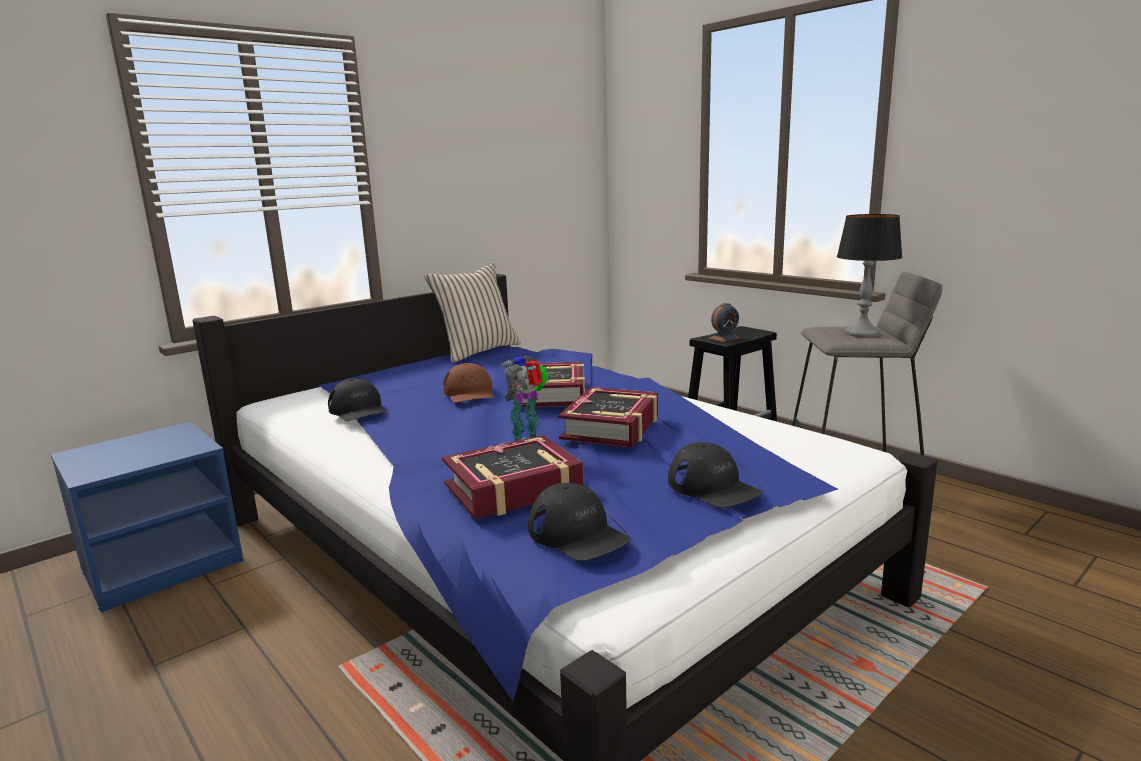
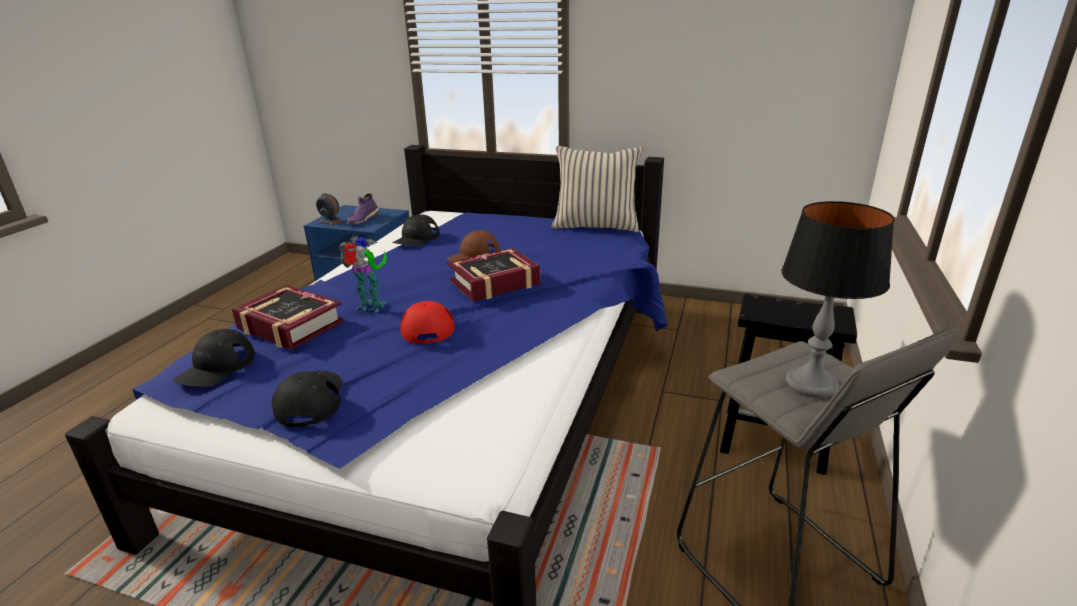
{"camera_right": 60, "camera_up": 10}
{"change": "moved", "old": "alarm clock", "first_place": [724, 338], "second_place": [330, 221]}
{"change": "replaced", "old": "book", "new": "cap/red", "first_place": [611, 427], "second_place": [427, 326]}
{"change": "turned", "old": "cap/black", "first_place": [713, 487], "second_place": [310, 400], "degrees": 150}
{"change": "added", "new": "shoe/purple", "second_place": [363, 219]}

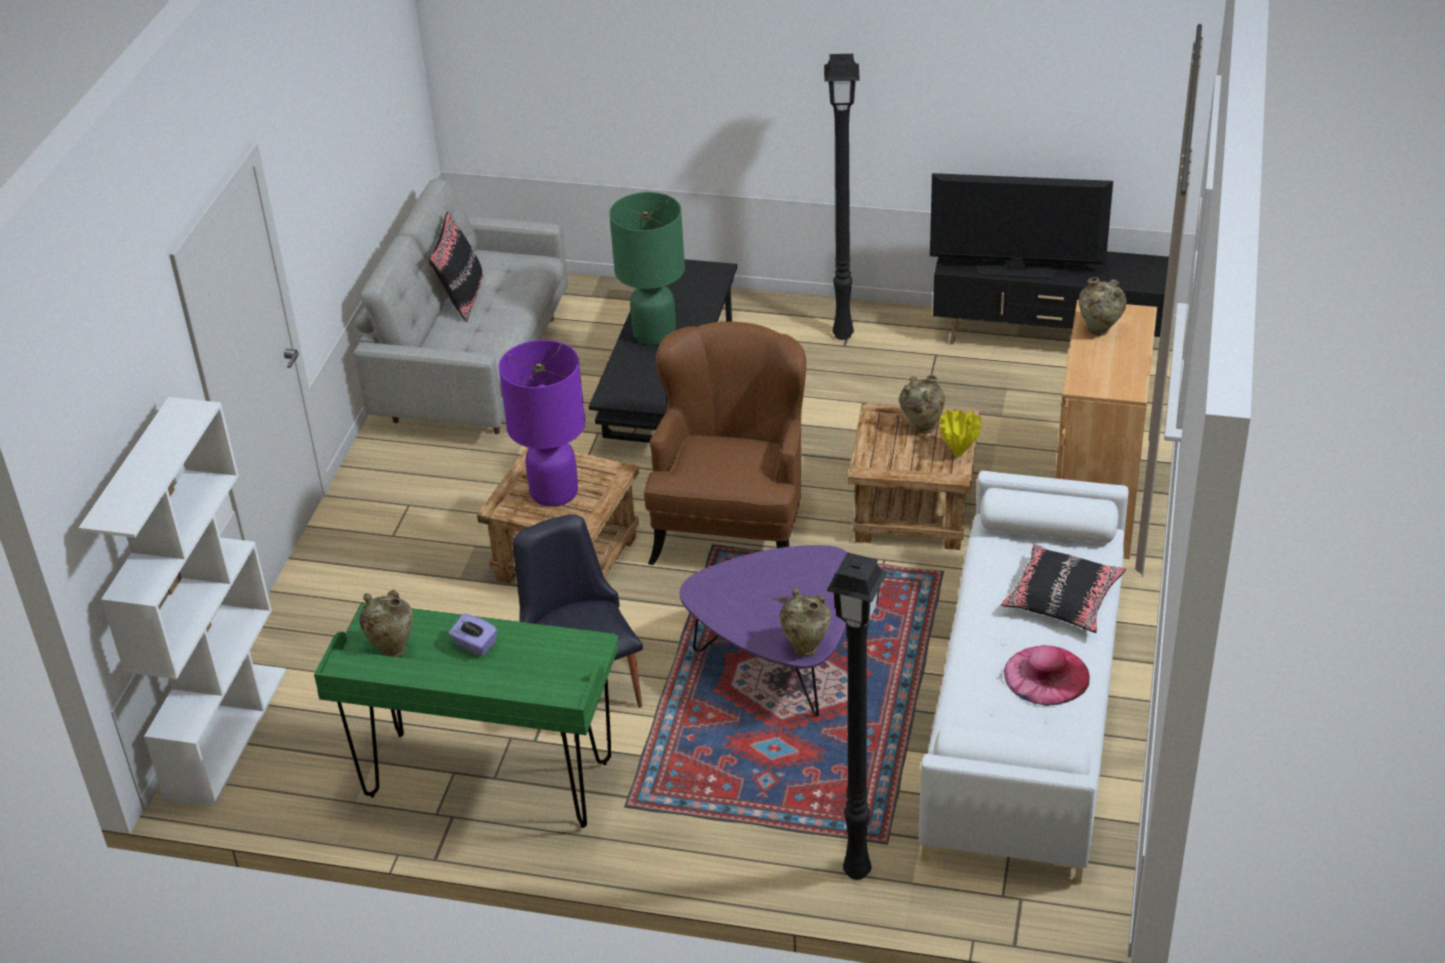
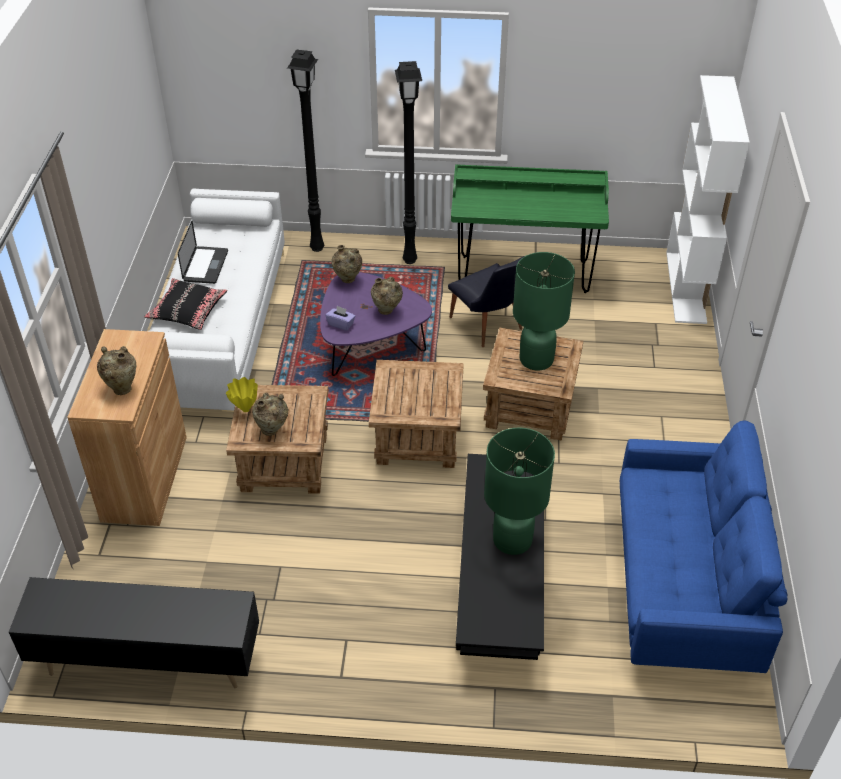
{"camera_right": 170, "camera_up": 5}
{"change": "moved", "old": "floor lamp/black", "first_place": [844, 334], "second_place": [409, 261]}
{"change": "removed", "old": "television", "first_place": [1016, 268]}
{"change": "recoloured", "old": "sofa/grey", "new": "sofa/blue", "first_place": [474, 368], "second_place": [683, 585]}
{"change": "removed", "old": "pillow/black", "first_place": [461, 298]}
{"change": "replaced", "old": "armchair/brown", "new": "side table/brown", "first_place": [733, 529], "second_place": [416, 438]}
{"change": "recoloured", "old": "table lamp/purple", "new": "table lamp/green", "first_place": [553, 492], "second_place": [536, 359]}
{"change": "moved", "old": "vase/beige", "first_place": [392, 649], "second_place": [387, 311]}
{"change": "moved", "old": "tissue box/purple", "first_place": [474, 645], "second_place": [341, 324]}
{"change": "replaced", "old": "hat/pink", "new": "laptop", "first_place": [1046, 675], "second_place": [205, 266]}

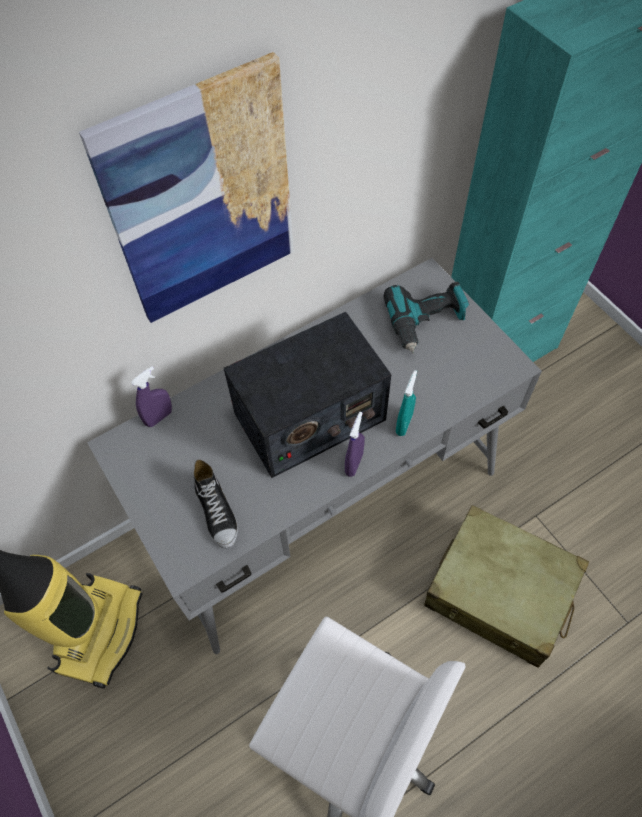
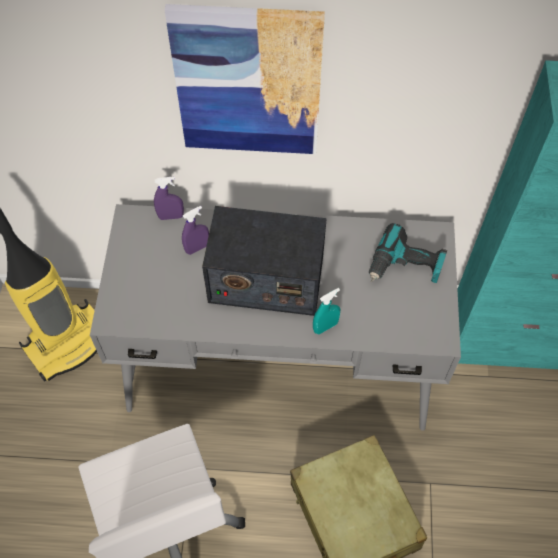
{"camera_right": 35, "camera_up": 0}
{"change": "moved", "old": "spray bottle/purple", "first_place": [354, 463], "second_place": [197, 248]}
{"change": "removed", "old": "shoe", "first_place": [217, 511]}

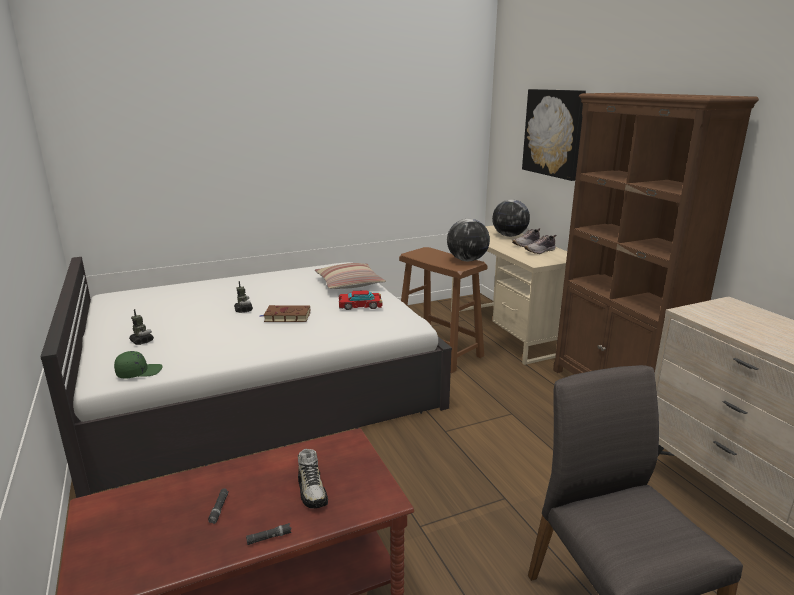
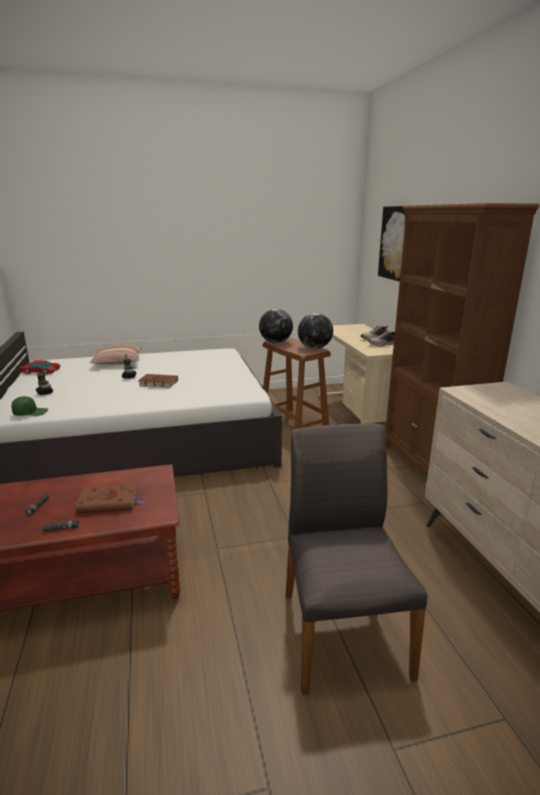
{"camera_right": 10, "camera_up": 0}
{"change": "moved", "old": "globe", "first_place": [509, 236], "second_place": [275, 342]}
{"change": "moved", "old": "pillow", "first_place": [349, 284], "second_place": [117, 361]}
{"change": "moved", "old": "toy car", "first_place": [360, 305], "second_place": [41, 371]}
{"change": "replaced", "old": "shoe", "new": "book/brown", "first_place": [312, 491], "second_place": [110, 502]}

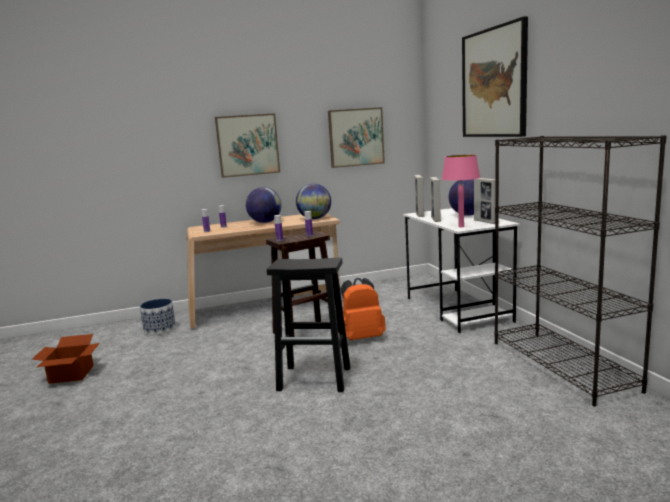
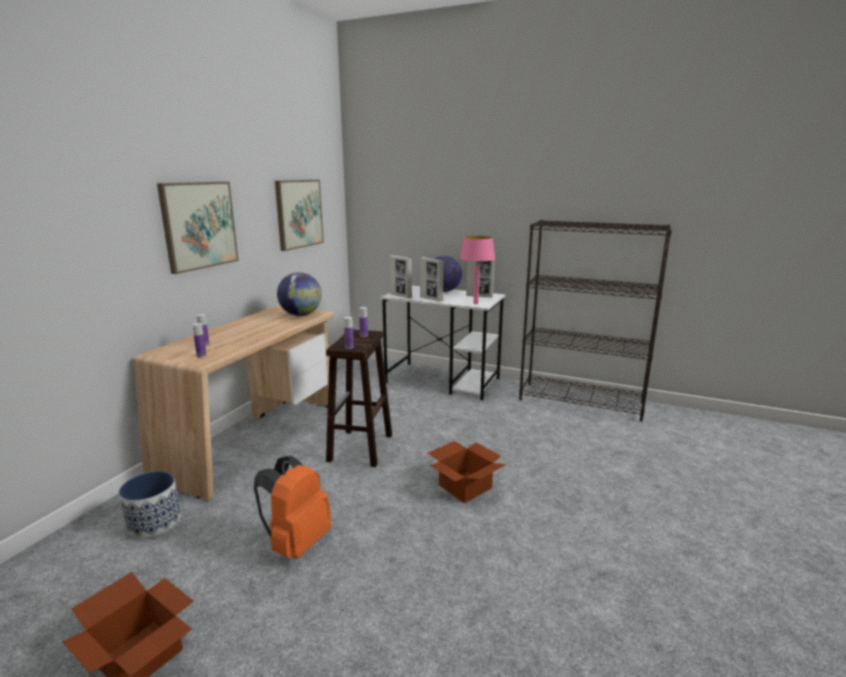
{"camera_right": -50, "camera_up": 5}
{"change": "removed", "old": "picture", "first_place": [494, 83]}
{"change": "removed", "old": "globe", "first_place": [265, 222]}
{"change": "replaced", "old": "stool/black", "new": "cardboard box", "first_place": [316, 378], "second_place": [464, 486]}
{"change": "moved", "old": "backpack/orange", "first_place": [362, 337], "second_place": [296, 543]}

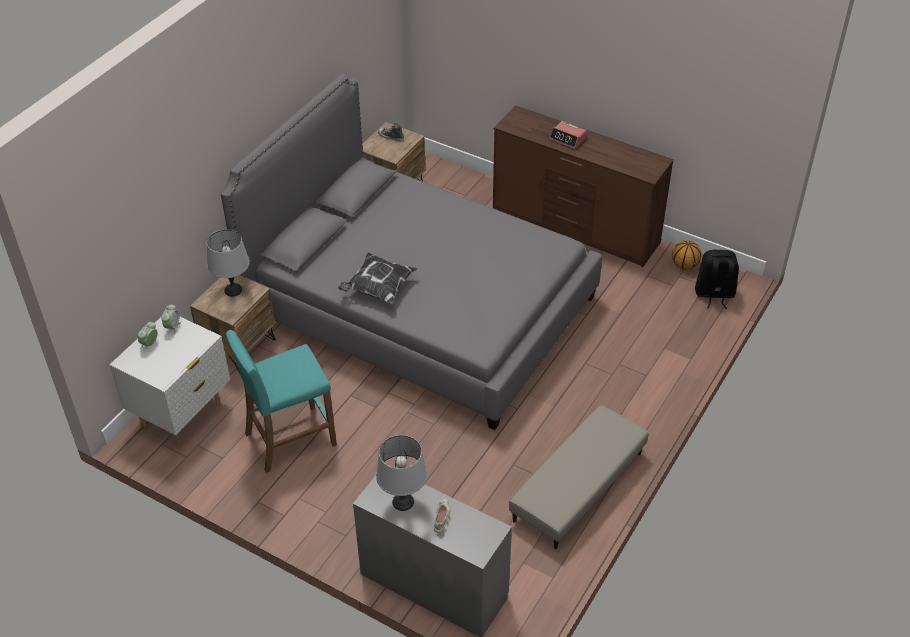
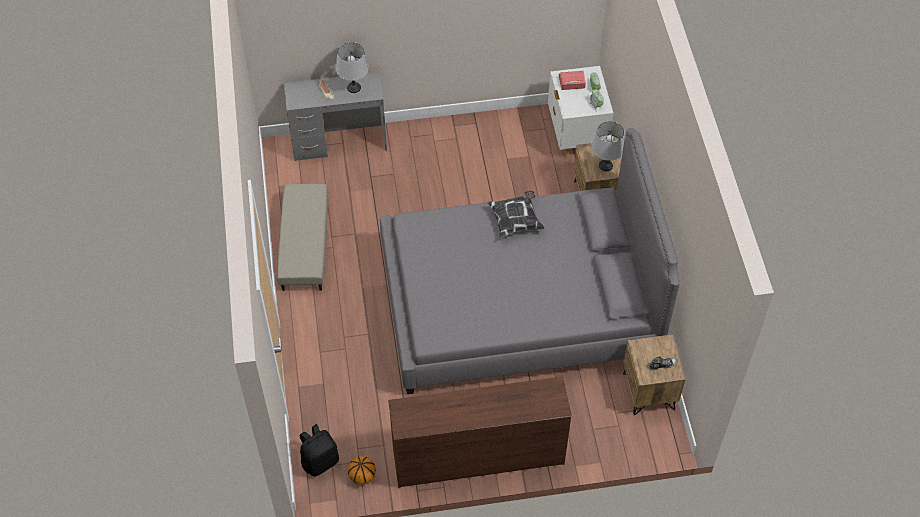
{"camera_right": 140, "camera_up": 10}
{"change": "moved", "old": "alarm clock", "first_place": [567, 139], "second_place": [571, 82]}
{"change": "removed", "old": "stool/turquoise", "first_place": [290, 439]}

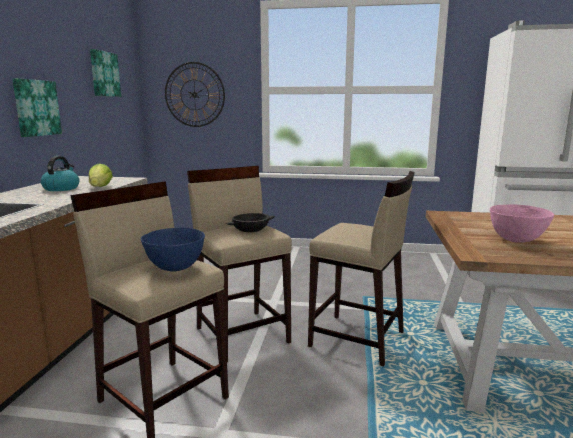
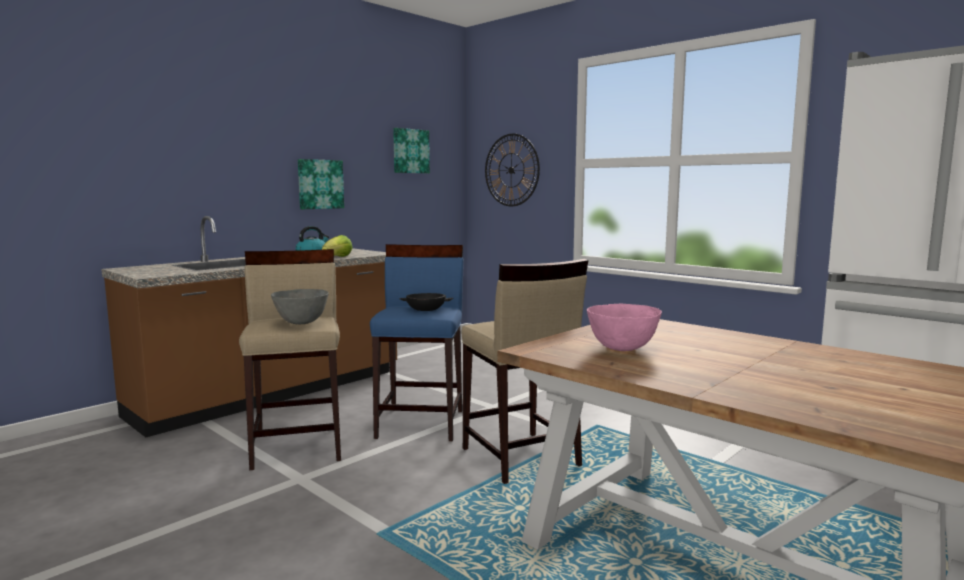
{"camera_right": 35, "camera_up": -5}
{"change": "recoloured", "old": "stool/beige", "new": "stool/blue", "first_place": [243, 334], "second_place": [421, 423]}
{"change": "recoloured", "old": "bowl/blue", "new": "bowl/grey", "first_place": [176, 268], "second_place": [301, 323]}

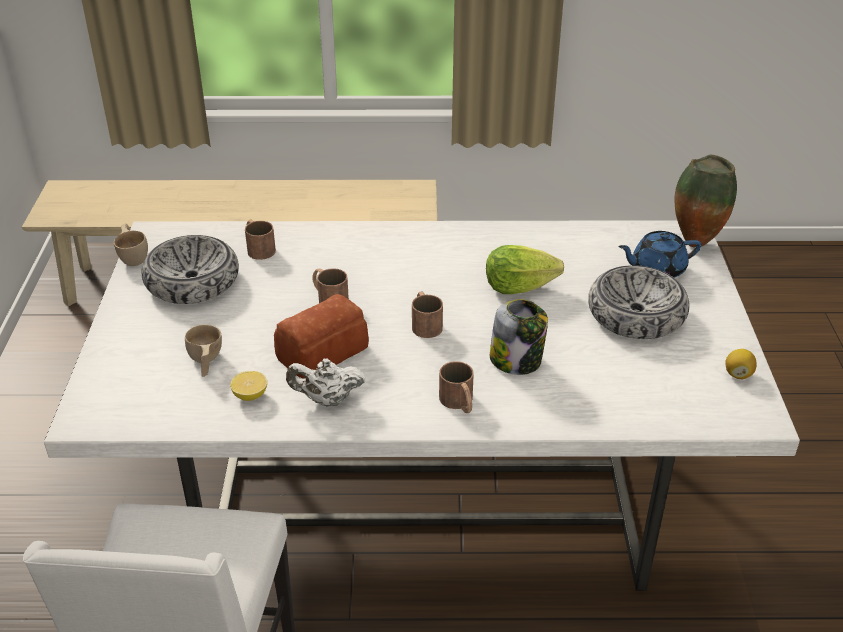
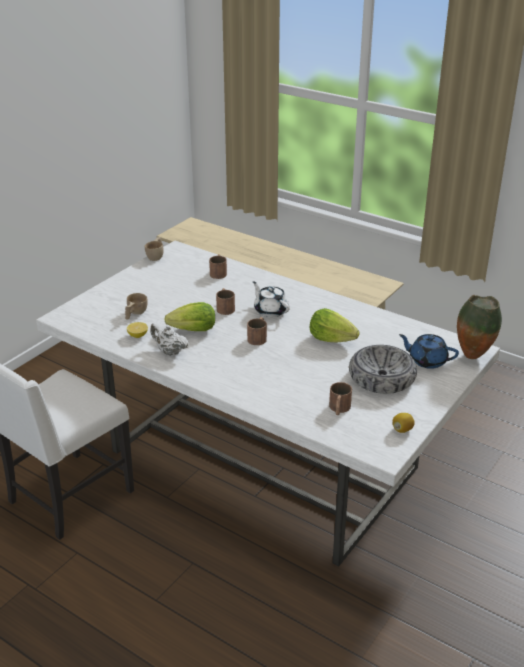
{"camera_right": 35, "camera_up": -5}
{"change": "removed", "old": "bowl", "first_place": [192, 282]}
{"change": "replaced", "old": "bread", "new": "lettuce", "first_place": [324, 351], "second_place": [194, 330]}
{"change": "removed", "old": "jar", "first_place": [516, 360]}
{"change": "moved", "old": "mug/brown", "first_place": [459, 403], "second_place": [339, 409]}
{"change": "added", "new": "teapot/white", "second_place": [270, 310]}

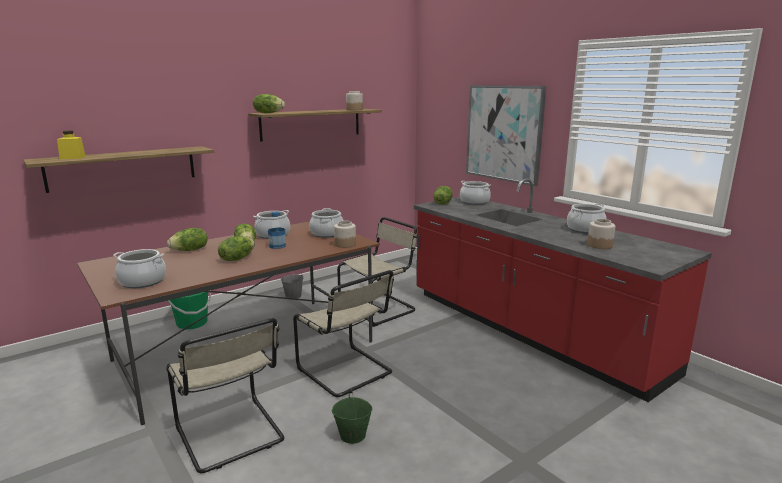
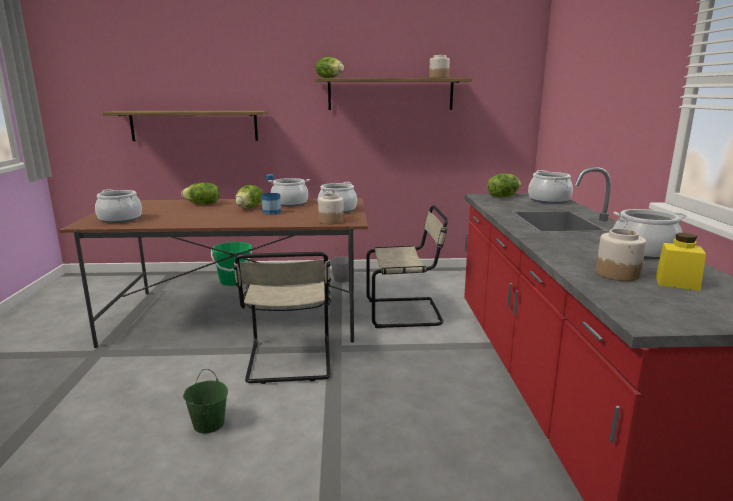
{"camera_right": 35, "camera_up": 0}
{"change": "removed", "old": "picture", "first_place": [503, 133]}
{"change": "moved", "old": "jar/yellow", "first_place": [72, 157], "second_place": [677, 283]}
{"change": "removed", "old": "lettuce", "first_place": [237, 259]}
{"change": "removed", "old": "chair/beige", "first_place": [231, 435]}

